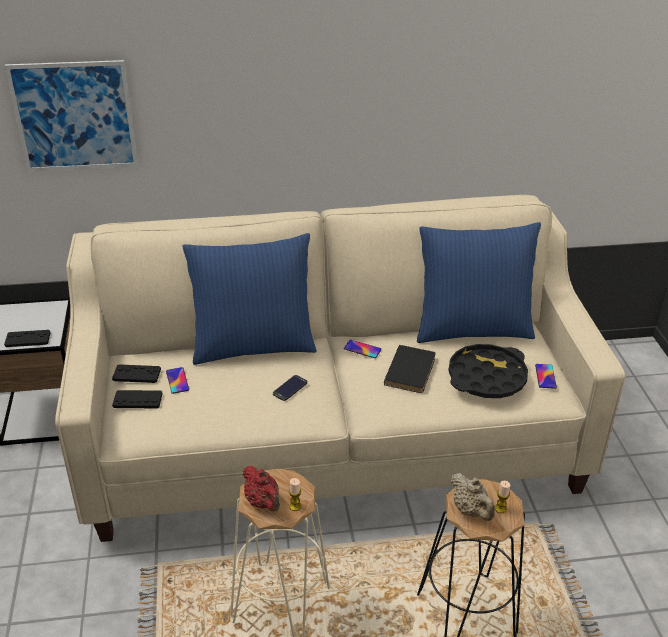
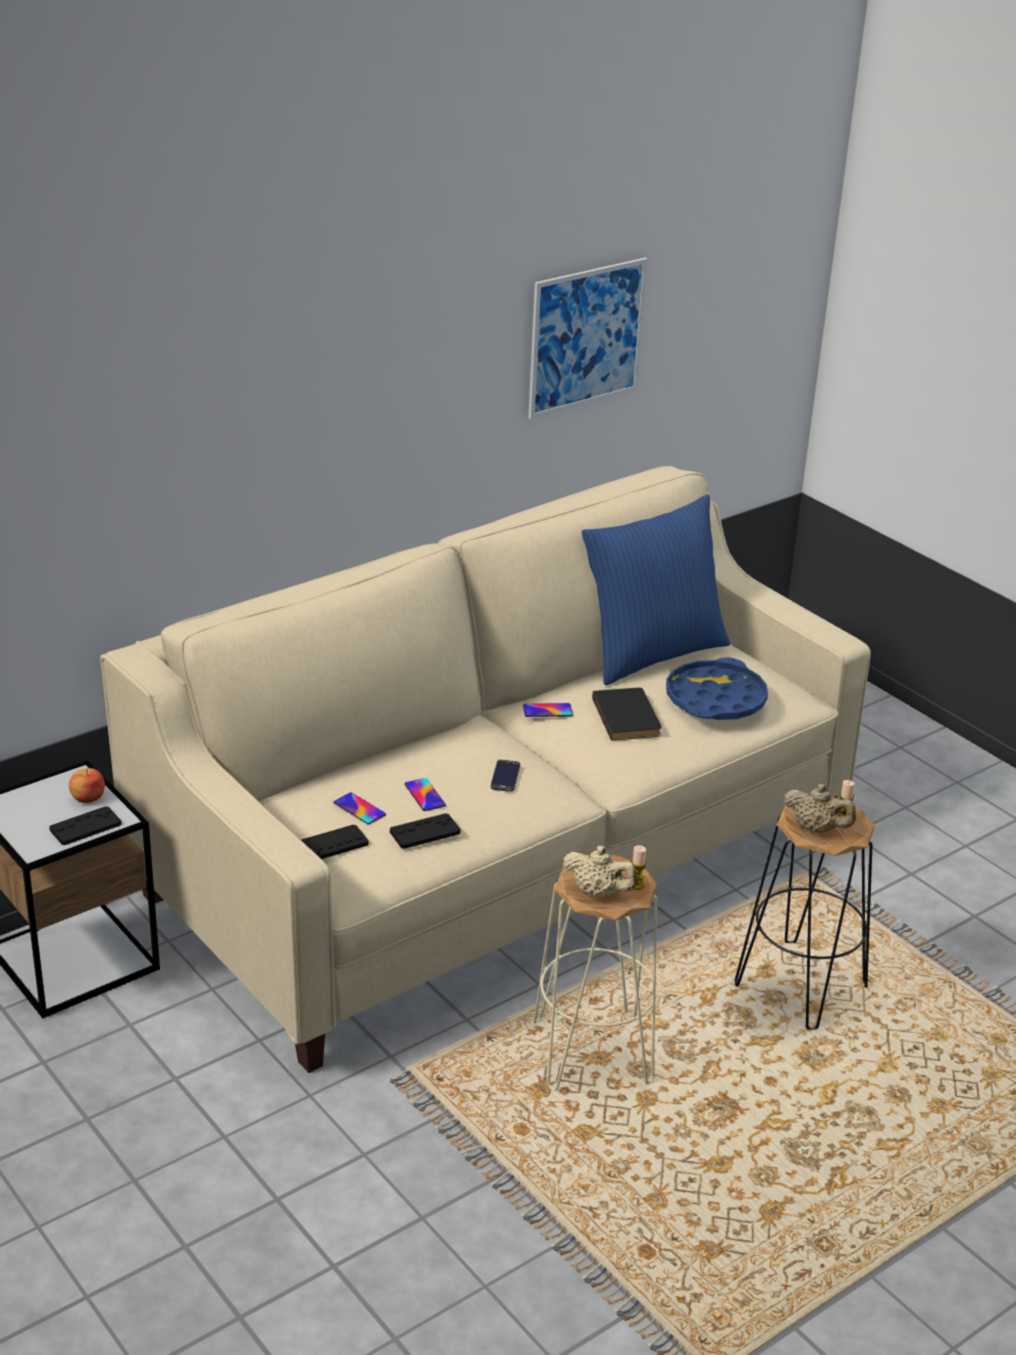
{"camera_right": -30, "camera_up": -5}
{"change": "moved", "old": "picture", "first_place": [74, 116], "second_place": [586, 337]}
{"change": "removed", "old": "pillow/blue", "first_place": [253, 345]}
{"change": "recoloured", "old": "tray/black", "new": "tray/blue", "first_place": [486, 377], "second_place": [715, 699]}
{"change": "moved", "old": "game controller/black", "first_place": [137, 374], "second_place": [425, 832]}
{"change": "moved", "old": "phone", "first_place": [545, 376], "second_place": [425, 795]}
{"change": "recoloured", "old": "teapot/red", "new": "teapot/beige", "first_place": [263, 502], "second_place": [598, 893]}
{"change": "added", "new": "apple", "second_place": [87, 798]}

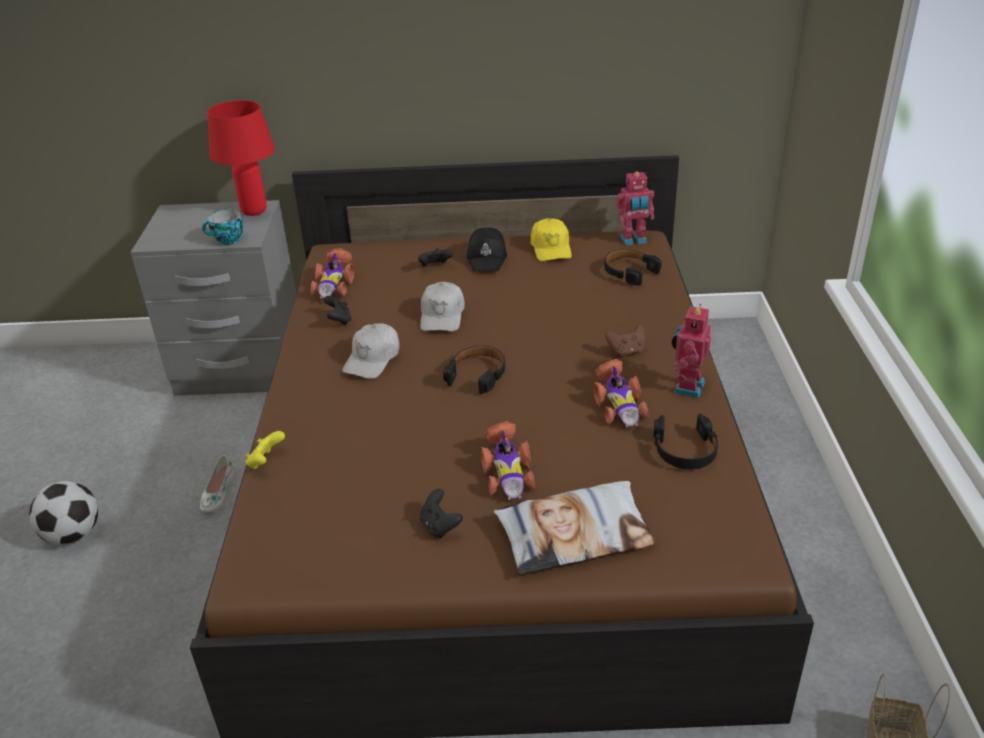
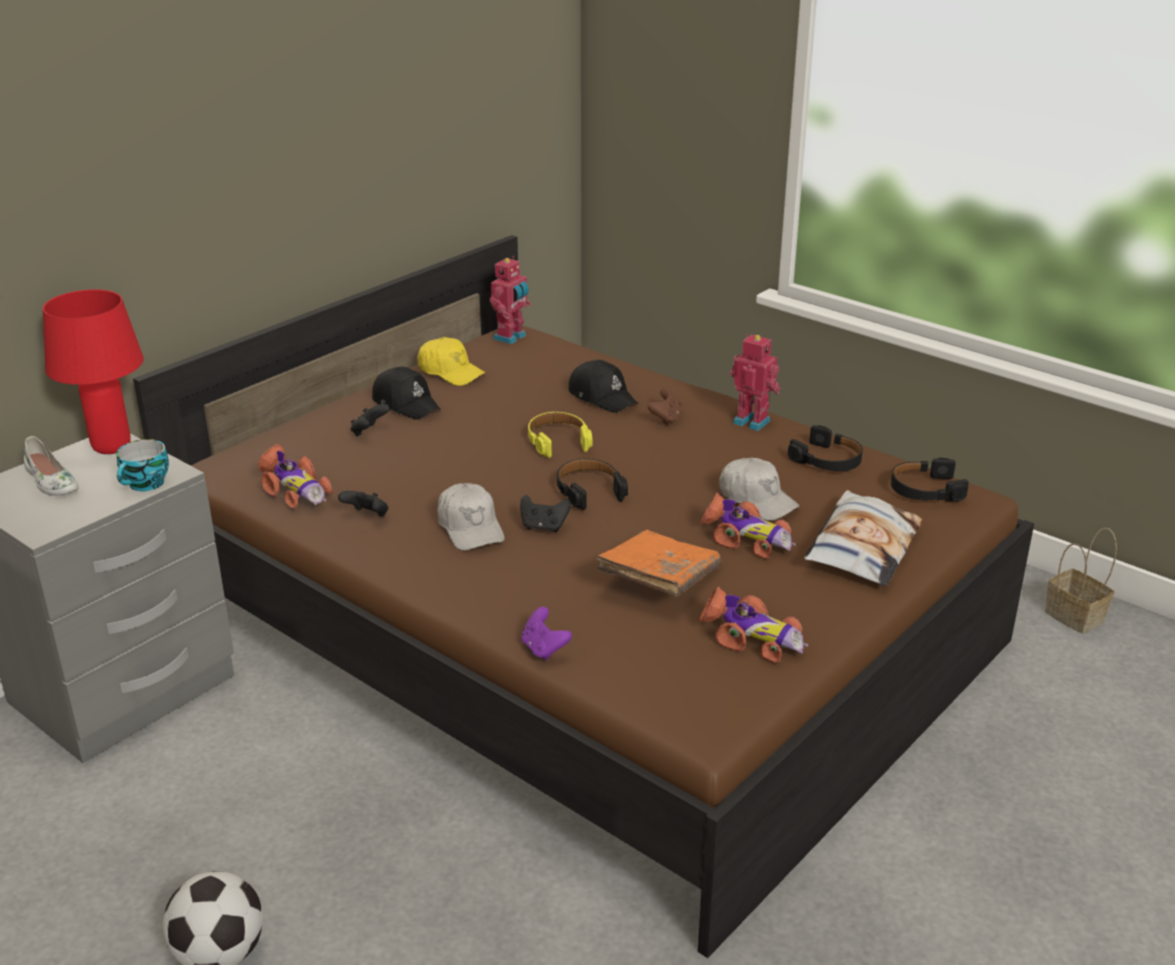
{"camera_right": -50, "camera_up": -5}
{"change": "moved", "old": "headphones/black", "first_place": [629, 272], "second_place": [925, 490]}
{"change": "moved", "old": "cap/white", "first_place": [442, 316], "second_place": [757, 500]}
{"change": "turned", "old": "toy robot", "first_place": [686, 387], "second_place": [752, 421], "degrees": 150}
{"change": "moved", "old": "toy car", "first_place": [618, 404], "second_place": [750, 637]}
{"change": "recoloured", "old": "game controller/yellow", "new": "game controller/purple", "first_place": [266, 462], "second_place": [544, 649]}
{"change": "moved", "old": "shoe/white", "first_place": [217, 492], "second_place": [51, 481]}
{"change": "moved", "old": "game controller/black", "first_place": [440, 526], "second_place": [543, 527]}
{"change": "added", "new": "cap/black", "second_place": [602, 396]}
{"change": "added", "new": "headphones/yellow", "second_place": [558, 441]}
{"change": "added", "new": "book/orange", "second_place": [659, 580]}

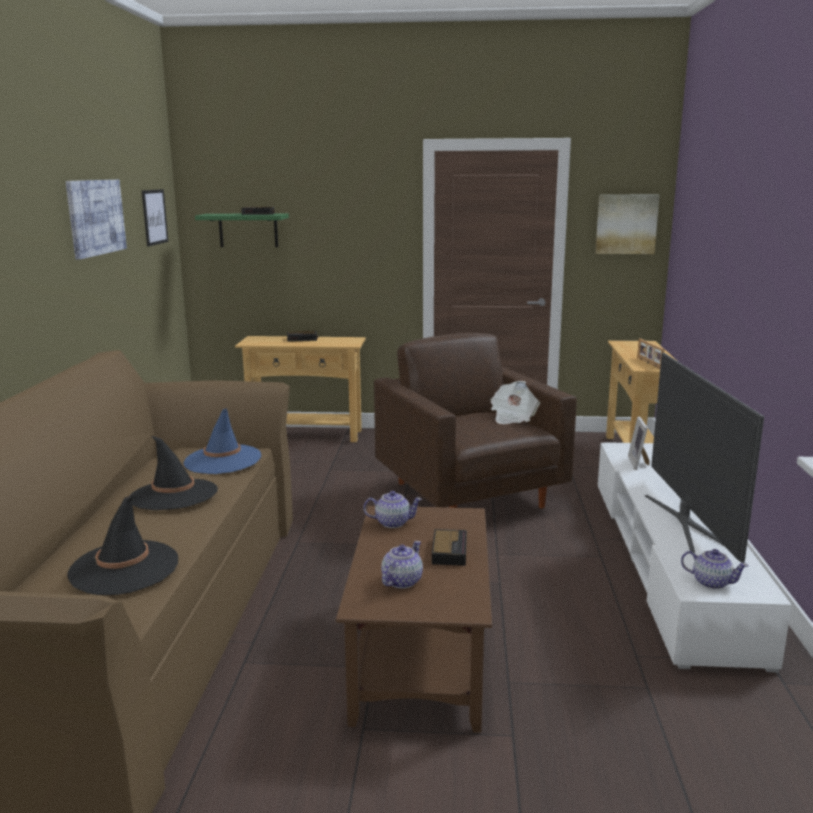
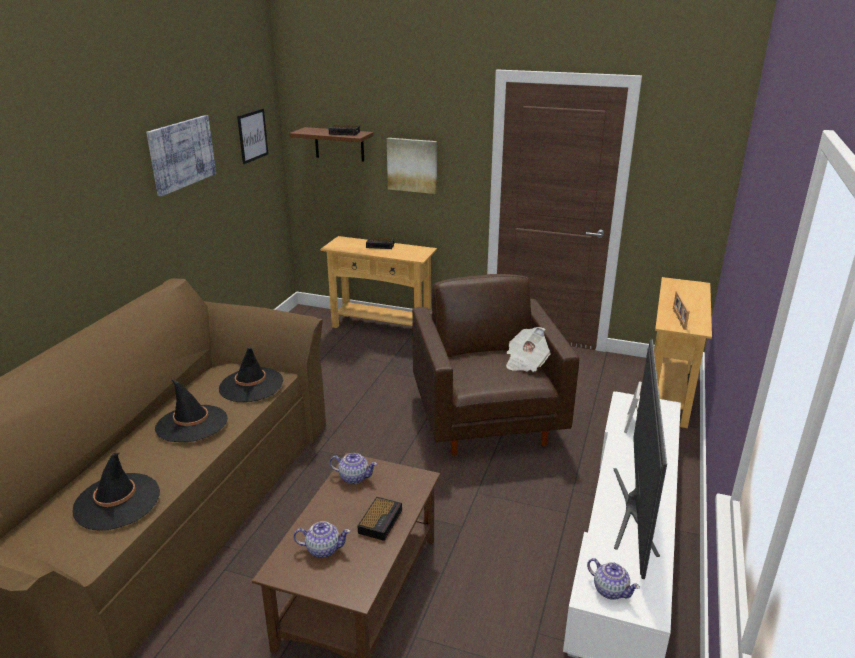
{"camera_right": 15, "camera_up": 10}
{"change": "moved", "old": "picture", "first_place": [626, 224], "second_place": [412, 165]}
{"change": "recoloured", "old": "shelf/green", "new": "shelf/brown", "first_place": [248, 230], "second_place": [339, 144]}
{"change": "recoloured", "old": "hat/blue", "new": "hat/black", "first_place": [222, 460], "second_place": [251, 385]}
{"change": "turned", "old": "teapot", "first_place": [401, 581], "second_place": [323, 549], "degrees": 45}

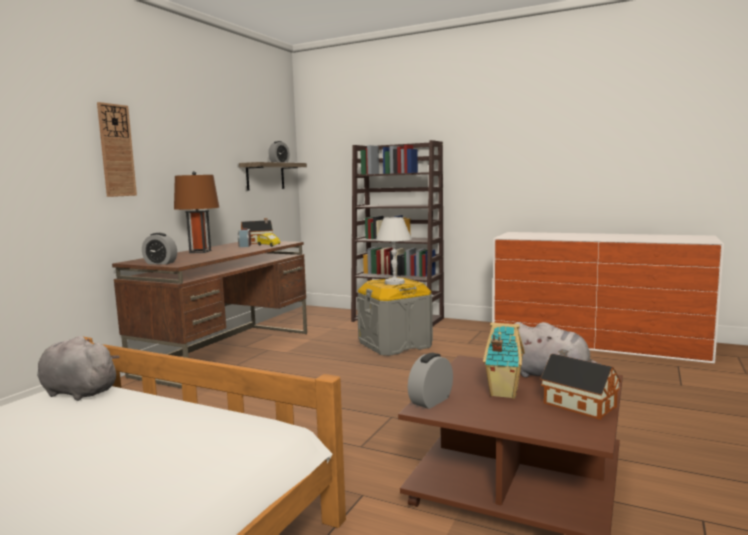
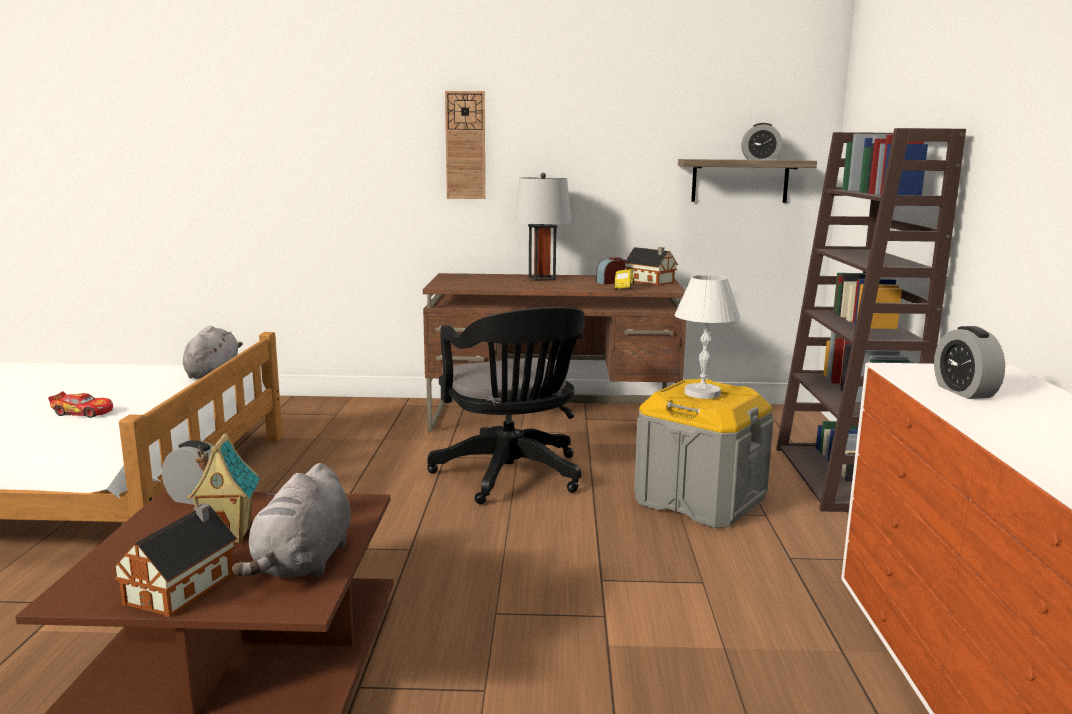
{"camera_right": 65, "camera_up": 5}
{"change": "recoloured", "old": "table lamp/brown", "new": "table lamp/grey", "first_place": [200, 251], "second_place": [541, 278]}
{"change": "moved", "old": "alarm clock", "first_place": [160, 263], "second_place": [964, 392]}
{"change": "added", "new": "office chair/black", "second_place": [512, 477]}
{"change": "added", "new": "toy car", "second_place": [83, 412]}

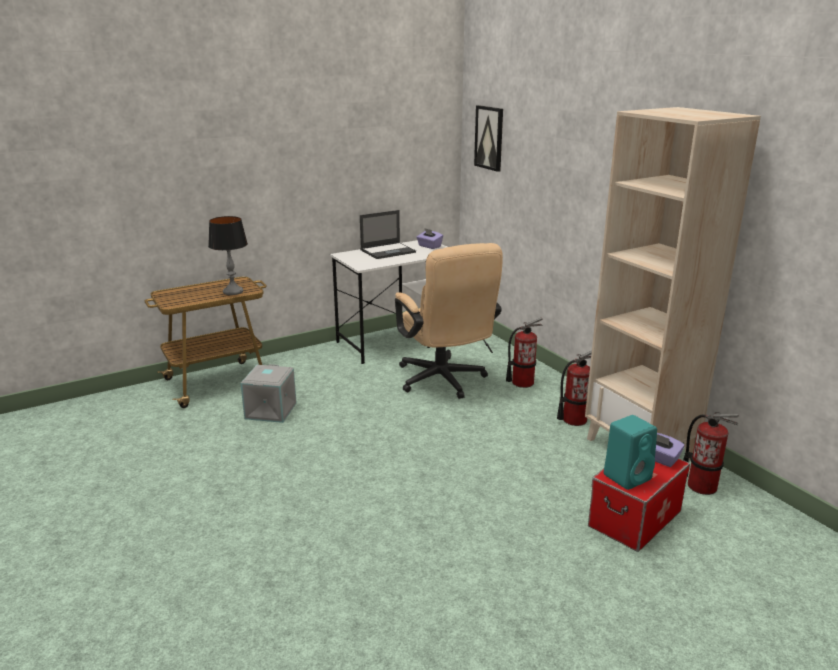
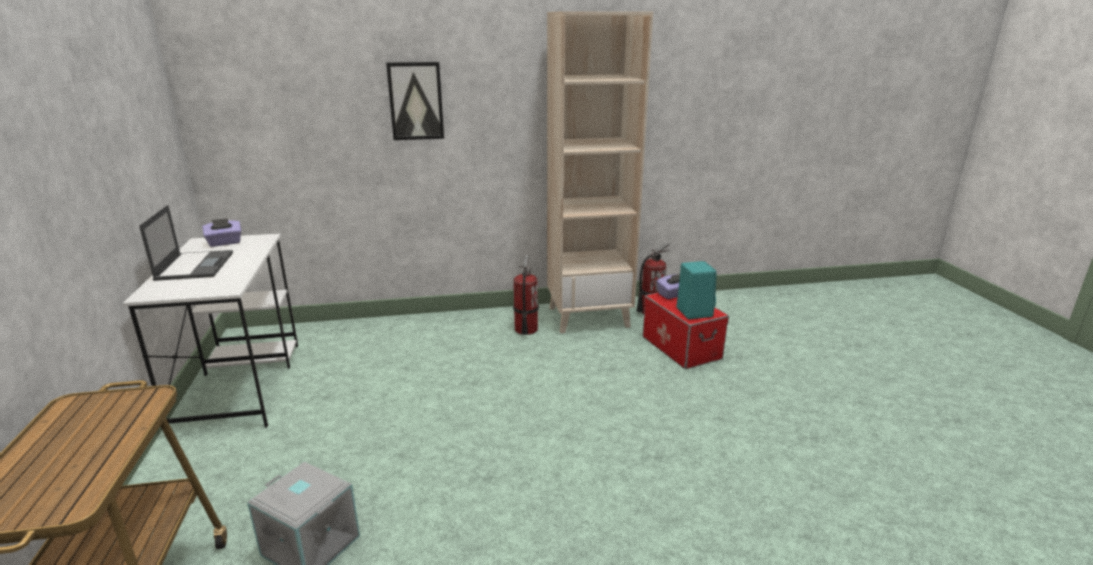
{"camera_right": -70, "camera_up": 0}
{"change": "moved", "old": "picture", "first_place": [489, 138], "second_place": [416, 101]}
{"change": "removed", "old": "table lamp", "first_place": [233, 291]}
{"change": "removed", "old": "office chair/beige", "first_place": [444, 382]}
{"change": "removed", "old": "fire extinguisher", "first_place": [522, 382]}

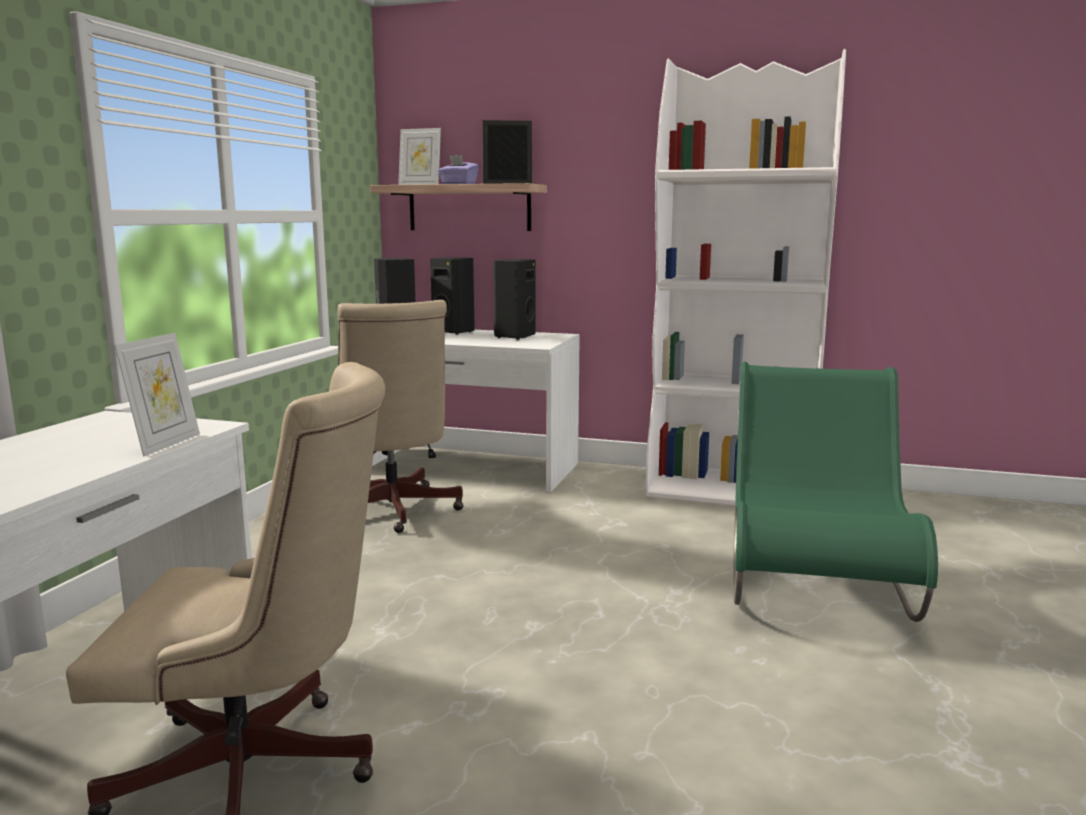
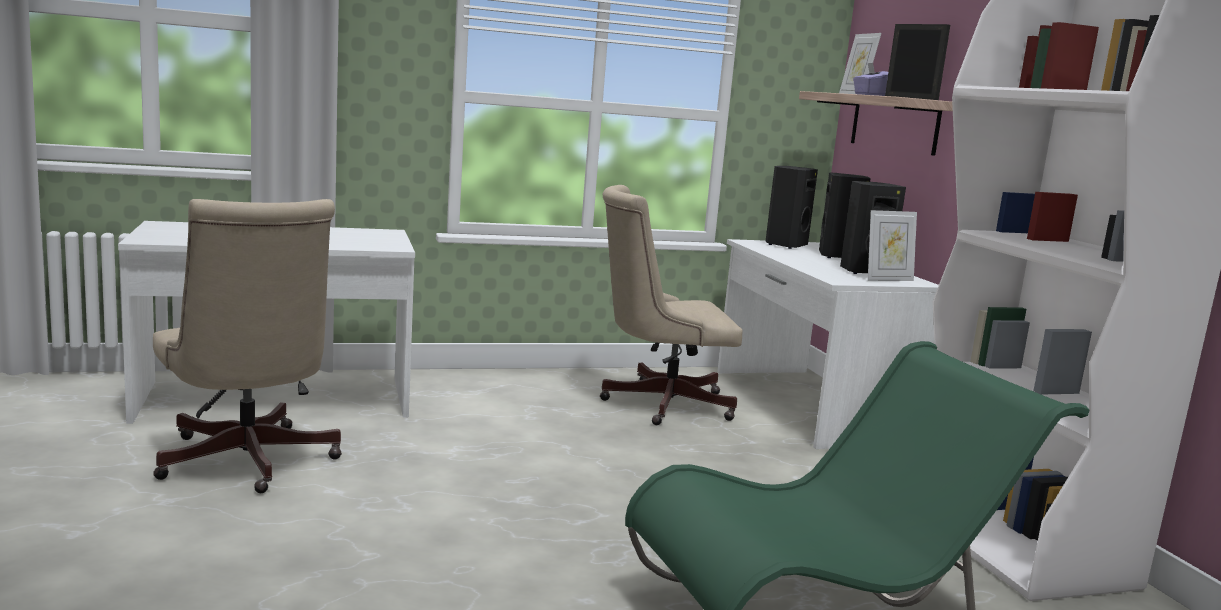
{"camera_right": 55, "camera_up": 0}
{"change": "turned", "old": "office chair/beige", "first_place": [392, 512], "second_place": [658, 403], "degrees": 45}
{"change": "moved", "old": "picture frame", "first_place": [165, 444], "second_place": [887, 279]}

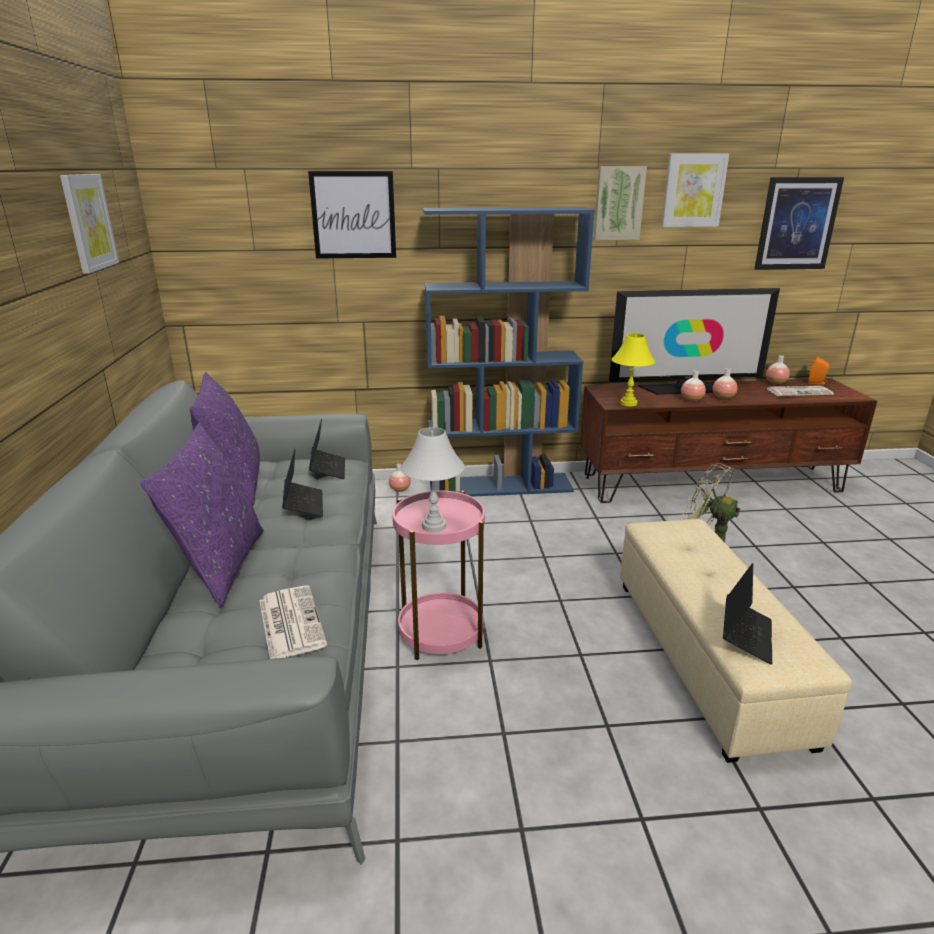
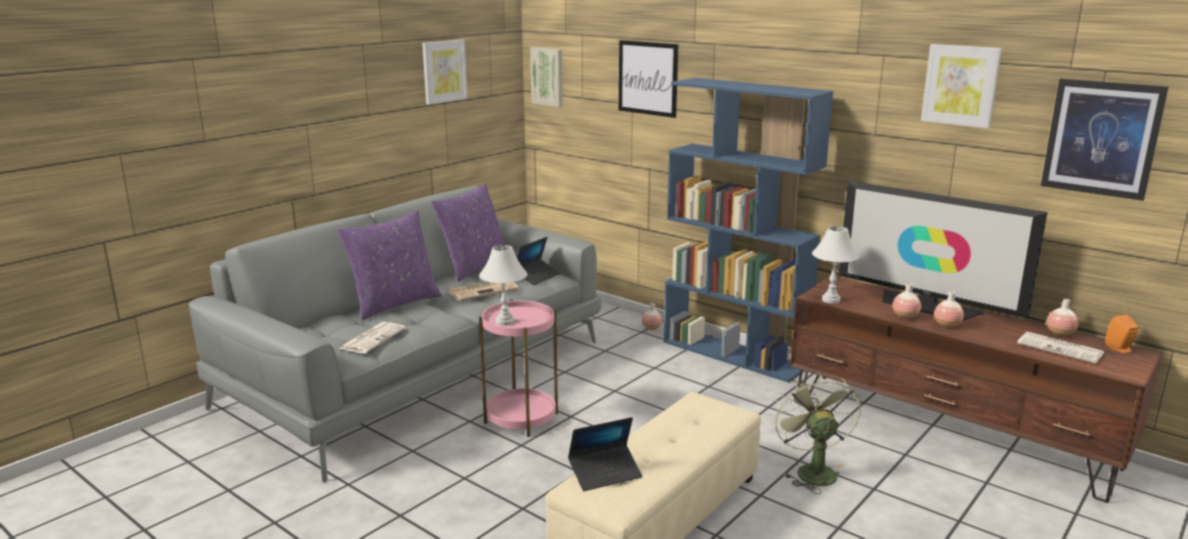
{"camera_right": 45, "camera_up": -5}
{"change": "moved", "old": "picture", "first_place": [618, 203], "second_place": [548, 76]}
{"change": "recoloured", "old": "table lamp/yellow", "new": "table lamp/white", "first_place": [628, 403], "second_place": [831, 300]}
{"change": "replaced", "old": "laptop", "new": "newspaper", "first_place": [303, 504], "second_place": [483, 290]}

